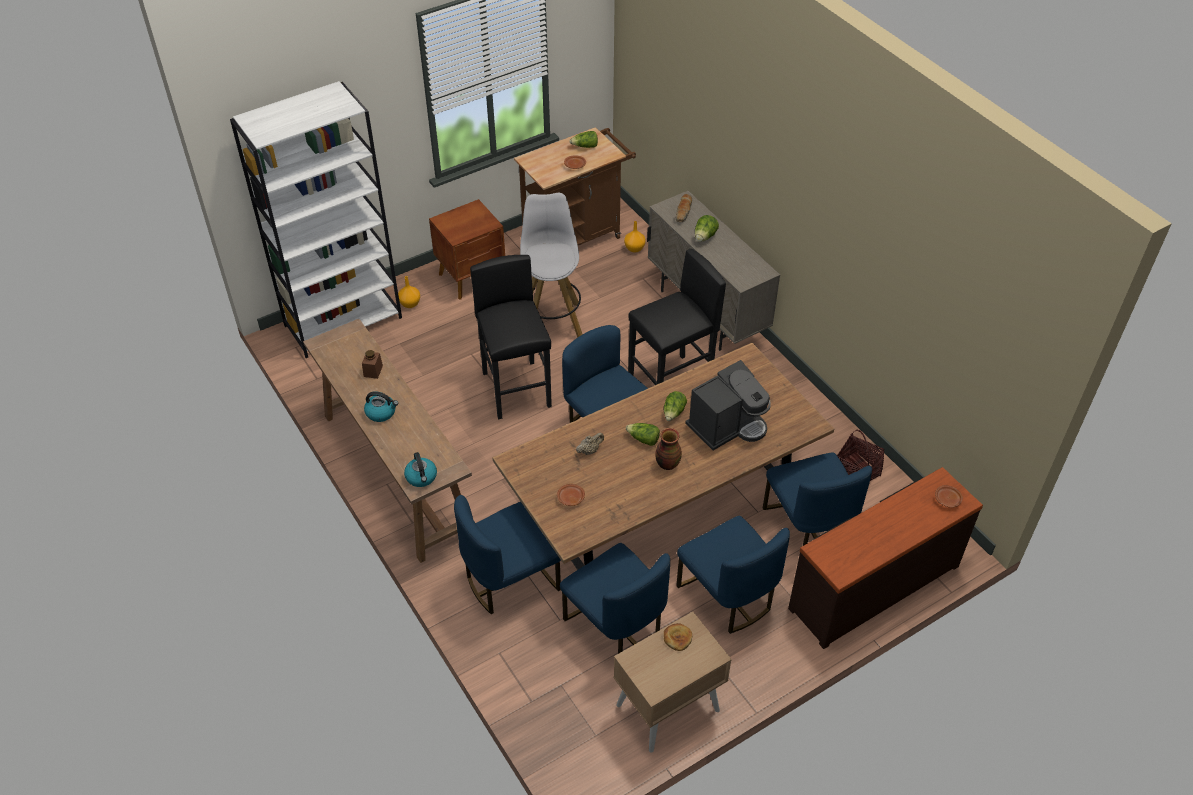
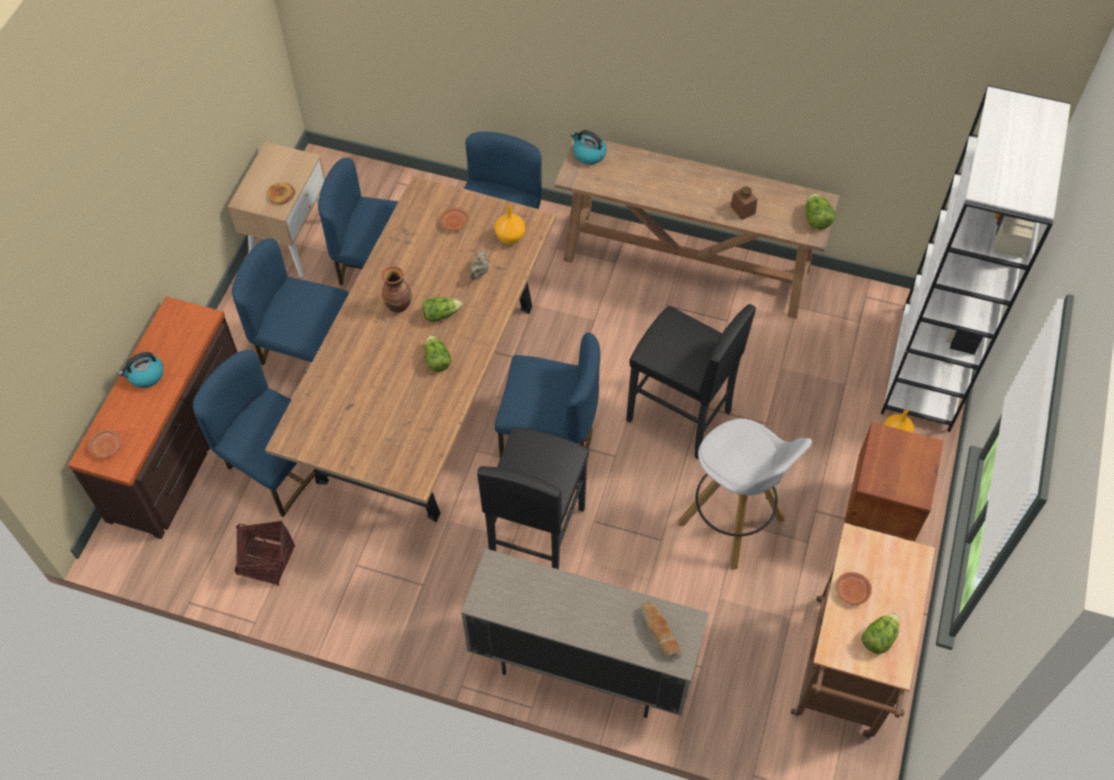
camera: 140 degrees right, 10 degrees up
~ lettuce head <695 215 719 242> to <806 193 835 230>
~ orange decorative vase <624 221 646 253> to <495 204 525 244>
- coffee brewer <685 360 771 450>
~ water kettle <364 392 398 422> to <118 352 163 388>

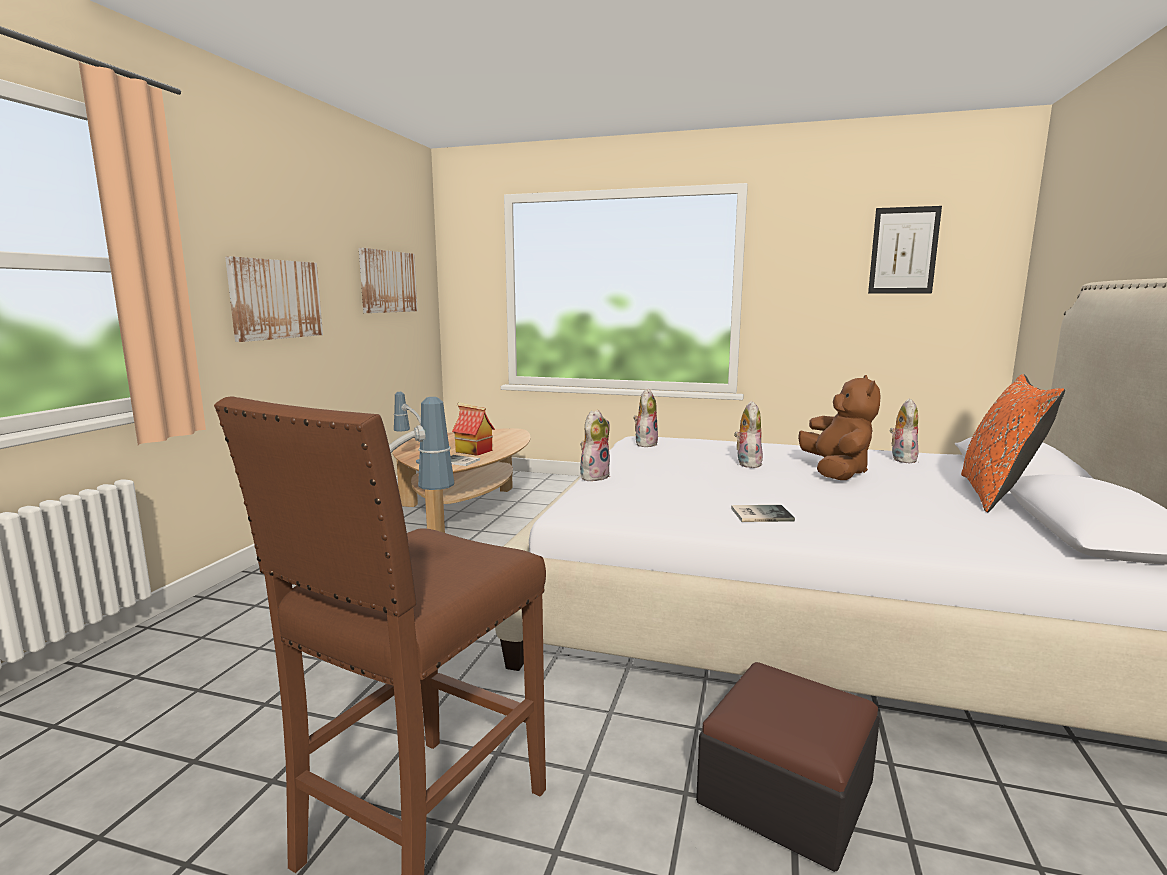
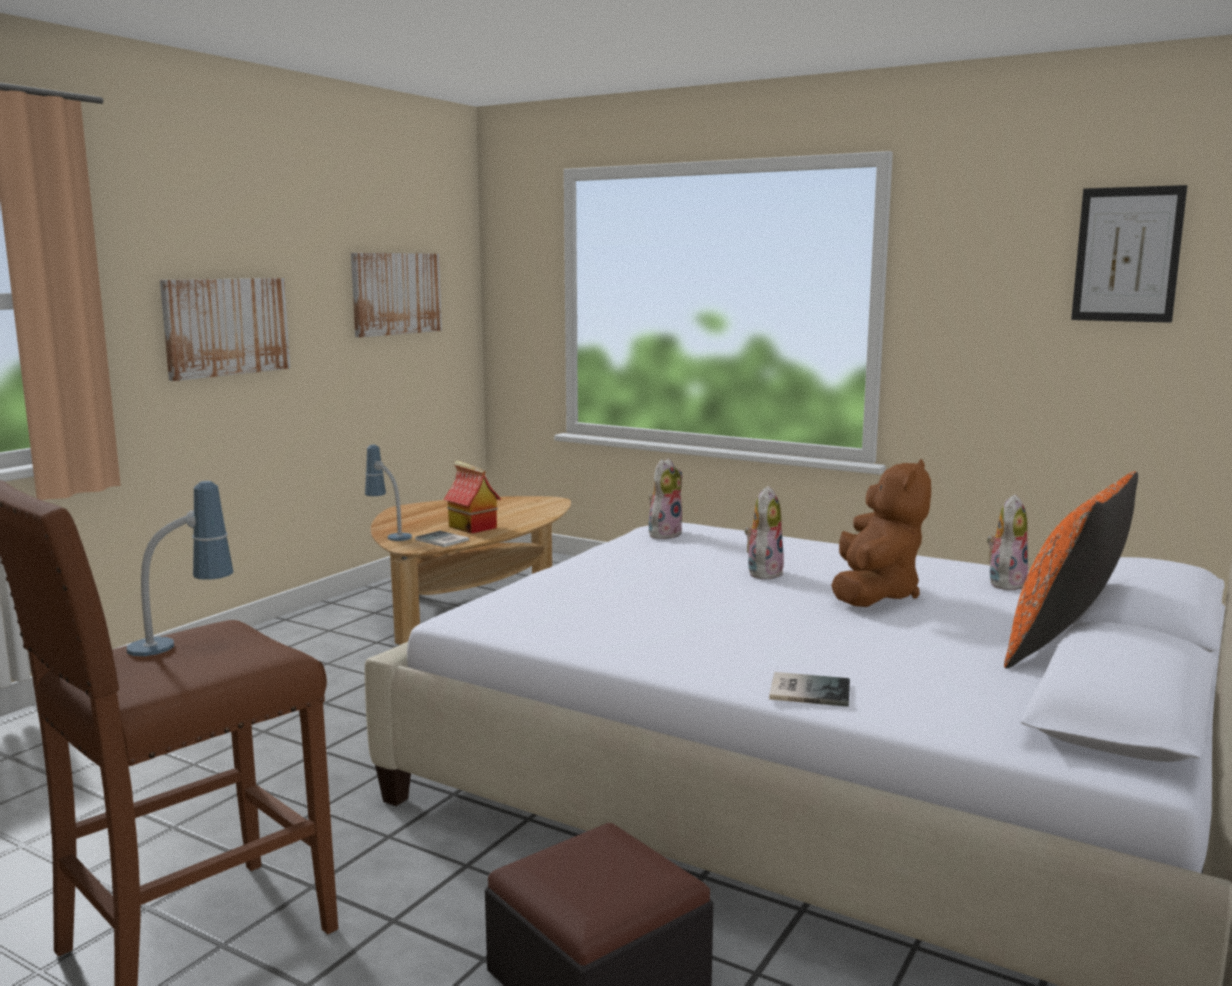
camera: 15 degrees right, 0 degrees up
- cuddly toy <580 410 610 481>
~ book <731 505 795 522> to <769 672 850 707>

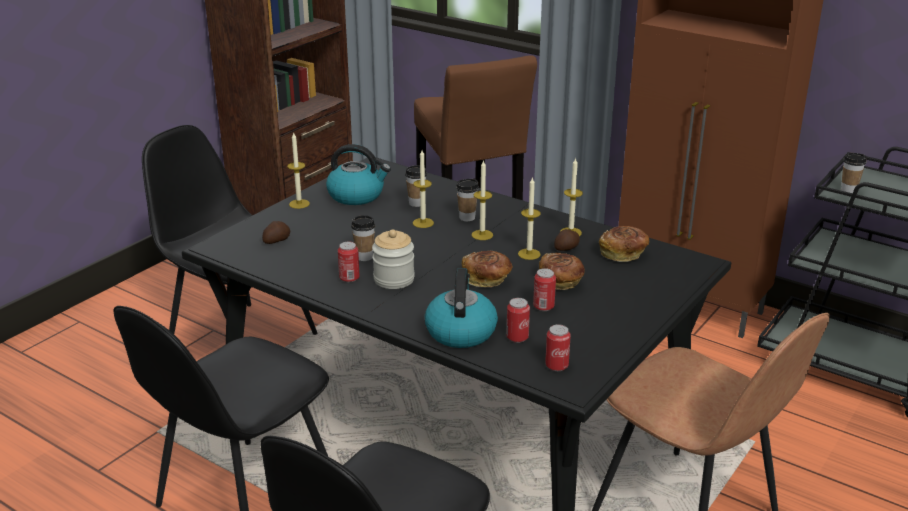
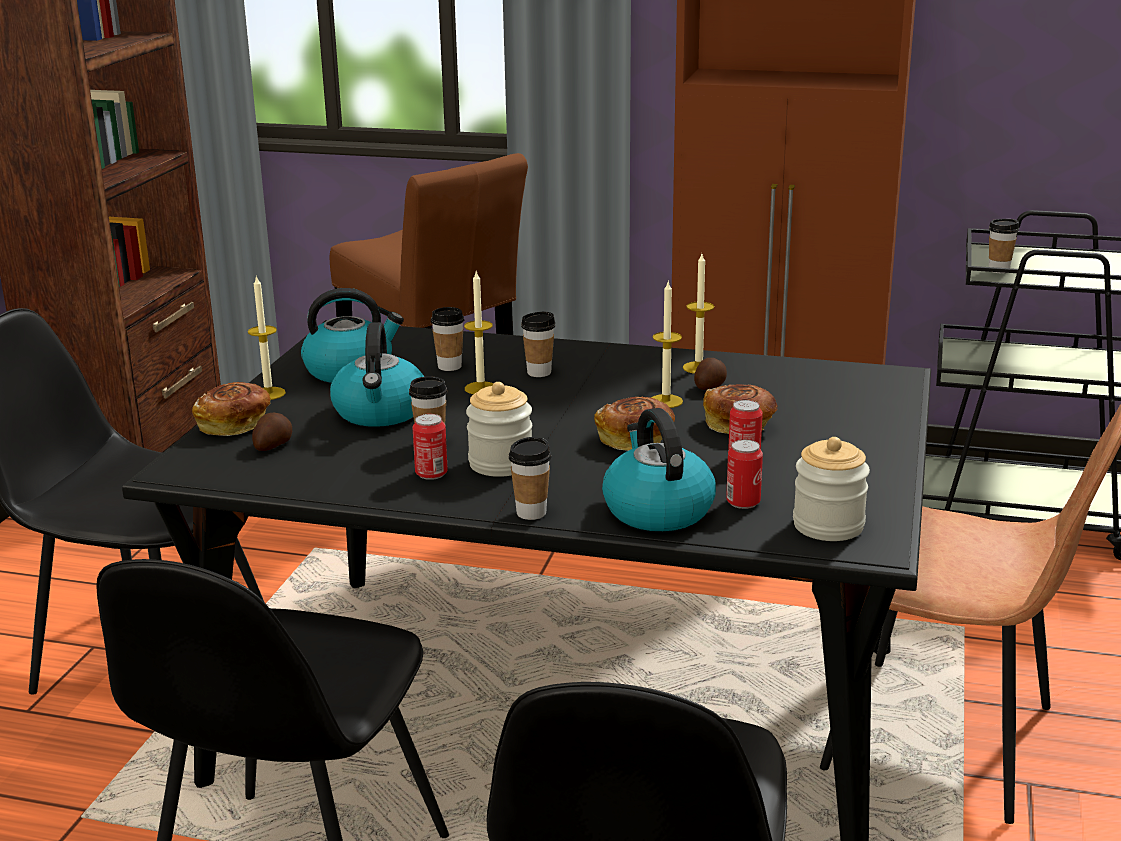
camera: 20 degrees left, 5 degrees down
- wax light <472 160 493 240>
~ bakery bread <599 226 649 262> to <192 382 271 436>
~ can <545 324 571 371> to preserve jar <793 437 870 541>
+ water kettle <330 322 424 427>
+ cup <509 437 551 520>

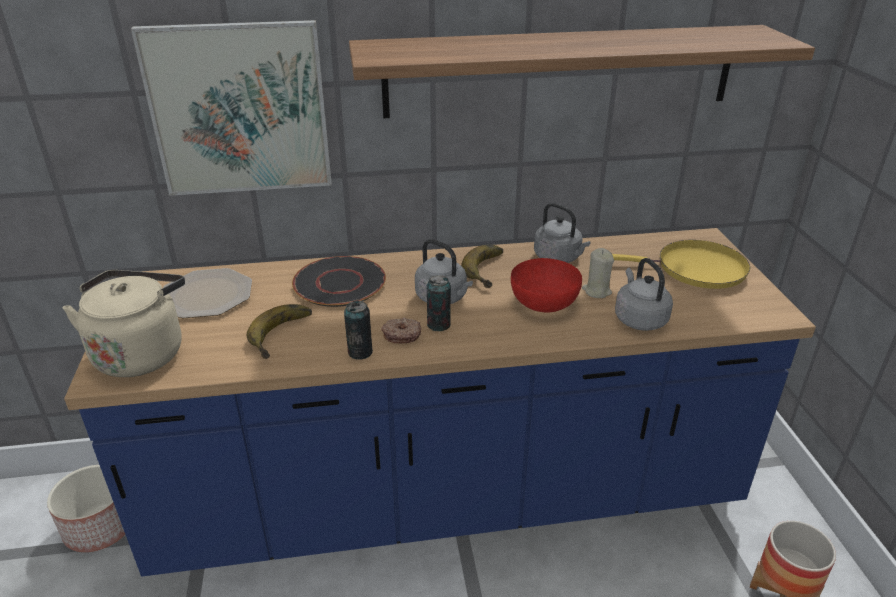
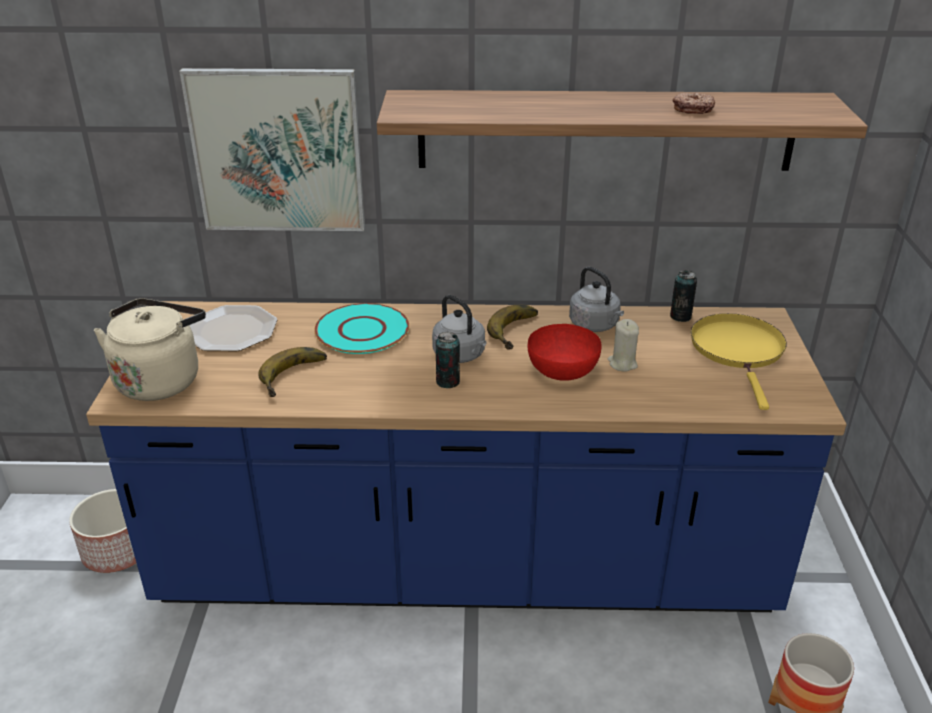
camera: 10 degrees right, 0 degrees up
~ yellowish skillet <612 240 750 289> = <691 313 787 410> 105 degrees counterclockwise
~ black-coloured flat dish <292 256 386 307> to blue-green flat dish <314 303 409 354>
- greyish water kettle <615 258 673 331>
~ can <344 301 373 360> to <670 270 697 322>
~ ring doughnut <381 318 421 344> to <672 92 715 114>

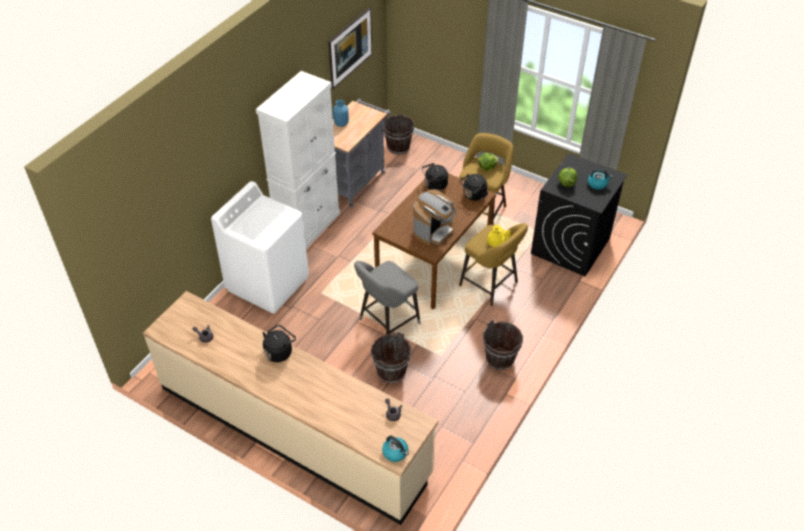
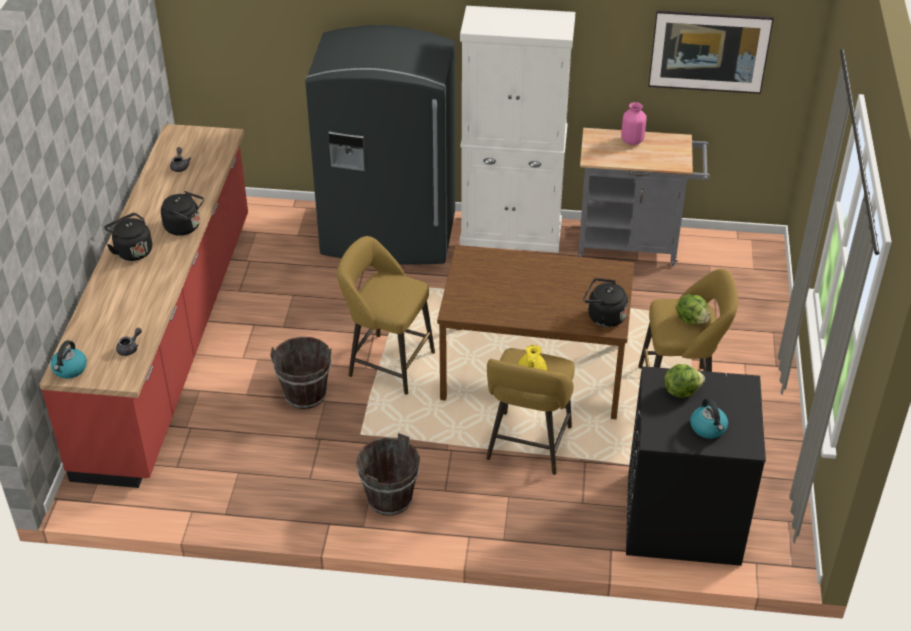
camera: 65 degrees right, 5 degrees down
~ blue decorative vase <333 100 349 127> to pink decorative vase <621 102 647 145>
- brown-coloured water bucket <383 115 414 154>
~ black-coloured water kettle <422 163 448 191> to <104 213 152 261>
~ white washing machine <211 181 309 314> to greyish kitchen fridge <305 25 455 265>
- coffee brewer <413 189 456 246>
~ greyish stool <354 261 420 335> to yellowish stool <337 236 435 395>
~ sand-coloured counter <143 291 438 525> to red counter <39 124 248 488>

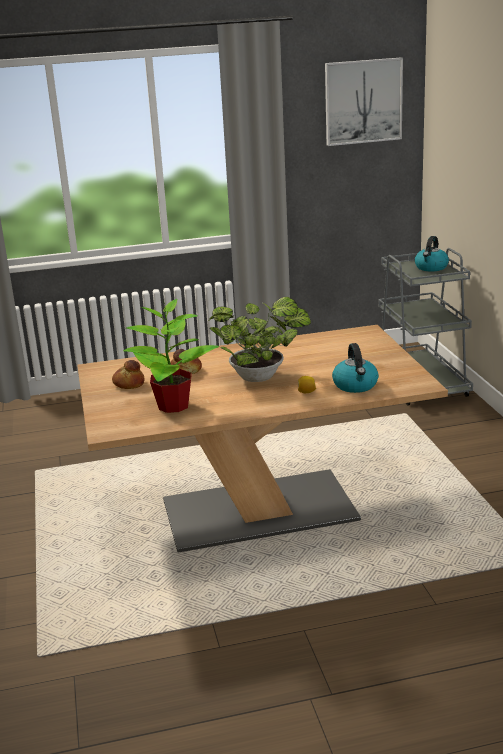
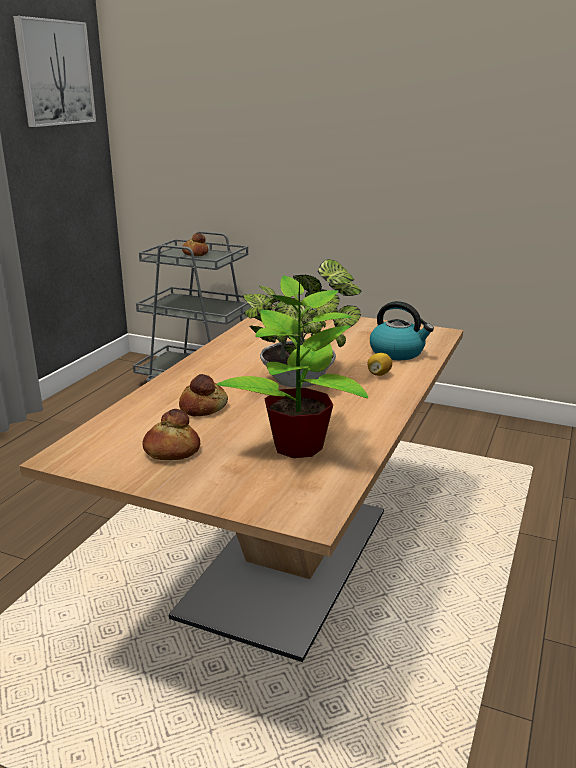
camera: 55 degrees left, 0 degrees up
~ water kettle <415 236 449 271> to bakery bread <182 233 208 256>

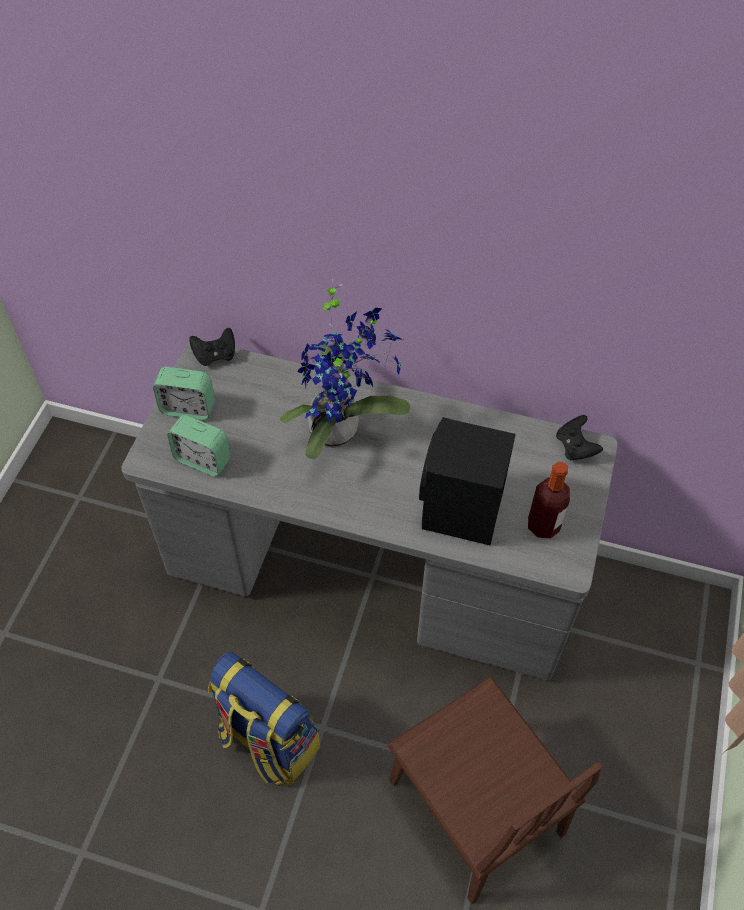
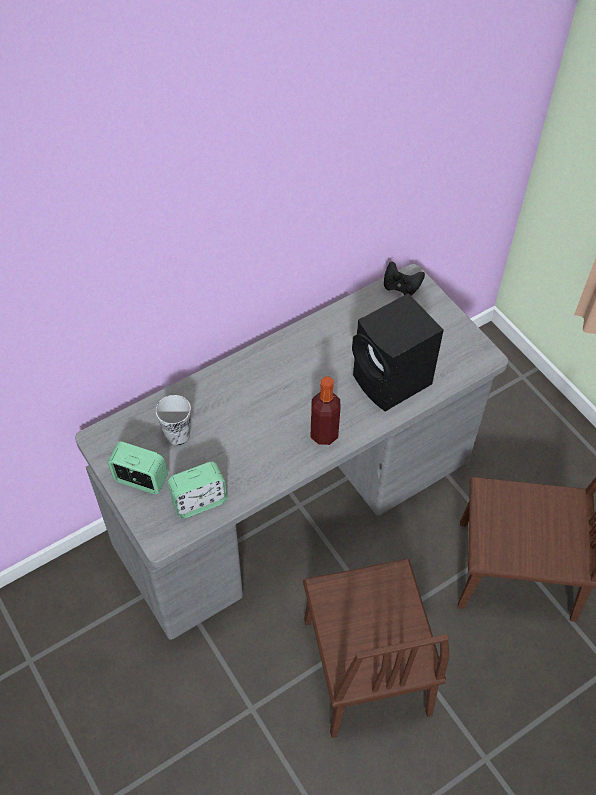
camera: 50 degrees left, 0 degrees up
- potted plant <280 278 410 460>
- black-coloured joypad <189 328 235 366>
~ table clock <153 367 215 420> = <108 442 168 494> 120 degrees counterclockwise
~ drink bottle <528 462 570 539> to <311 376 340 445>
~ backpack <208 652 320 786> to brown-coloured chair <303 558 449 738>
+ cup <156 395 191 446>

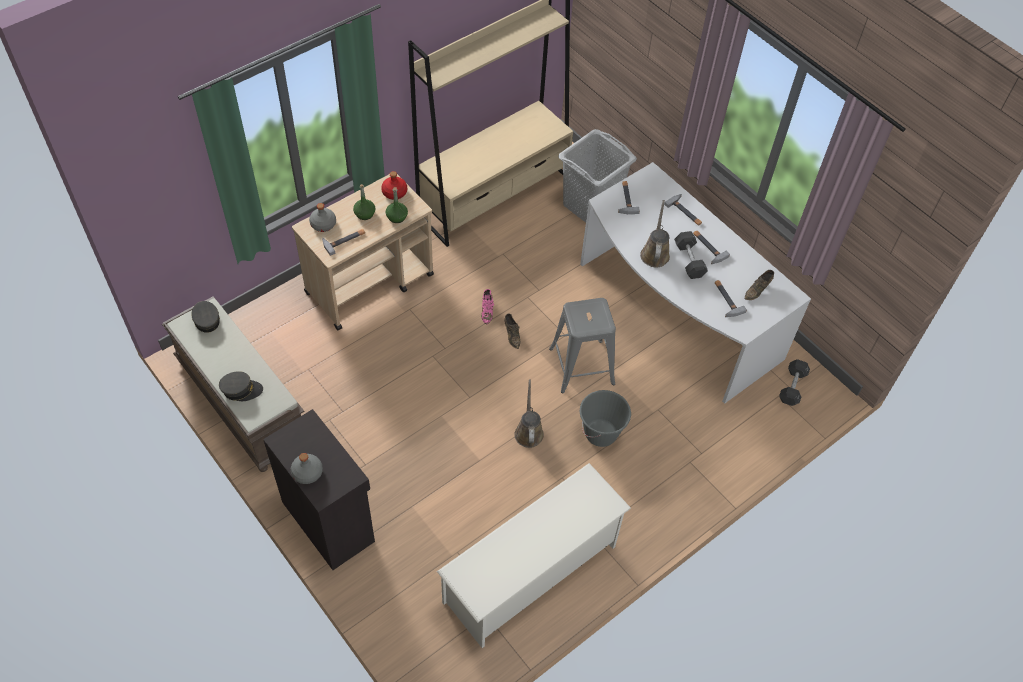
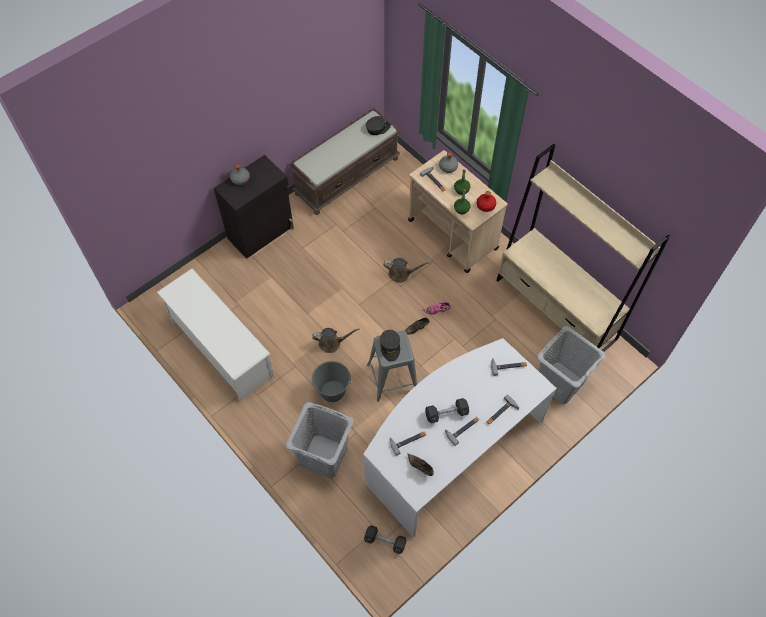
camera: 90 degrees right, 5 degrees up
~ brown-coloured watering pot <640 200 670 267> to <383 258 429 283>
~ greyish cap <219 371 263 401> to <380 330 400 362>
+ greyish washing basket <286 402 354 478>

